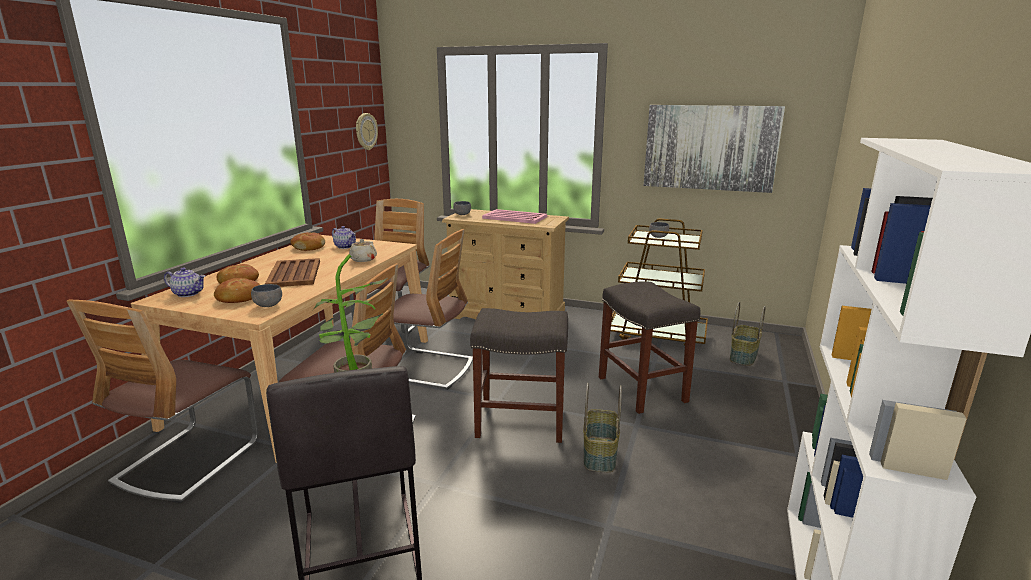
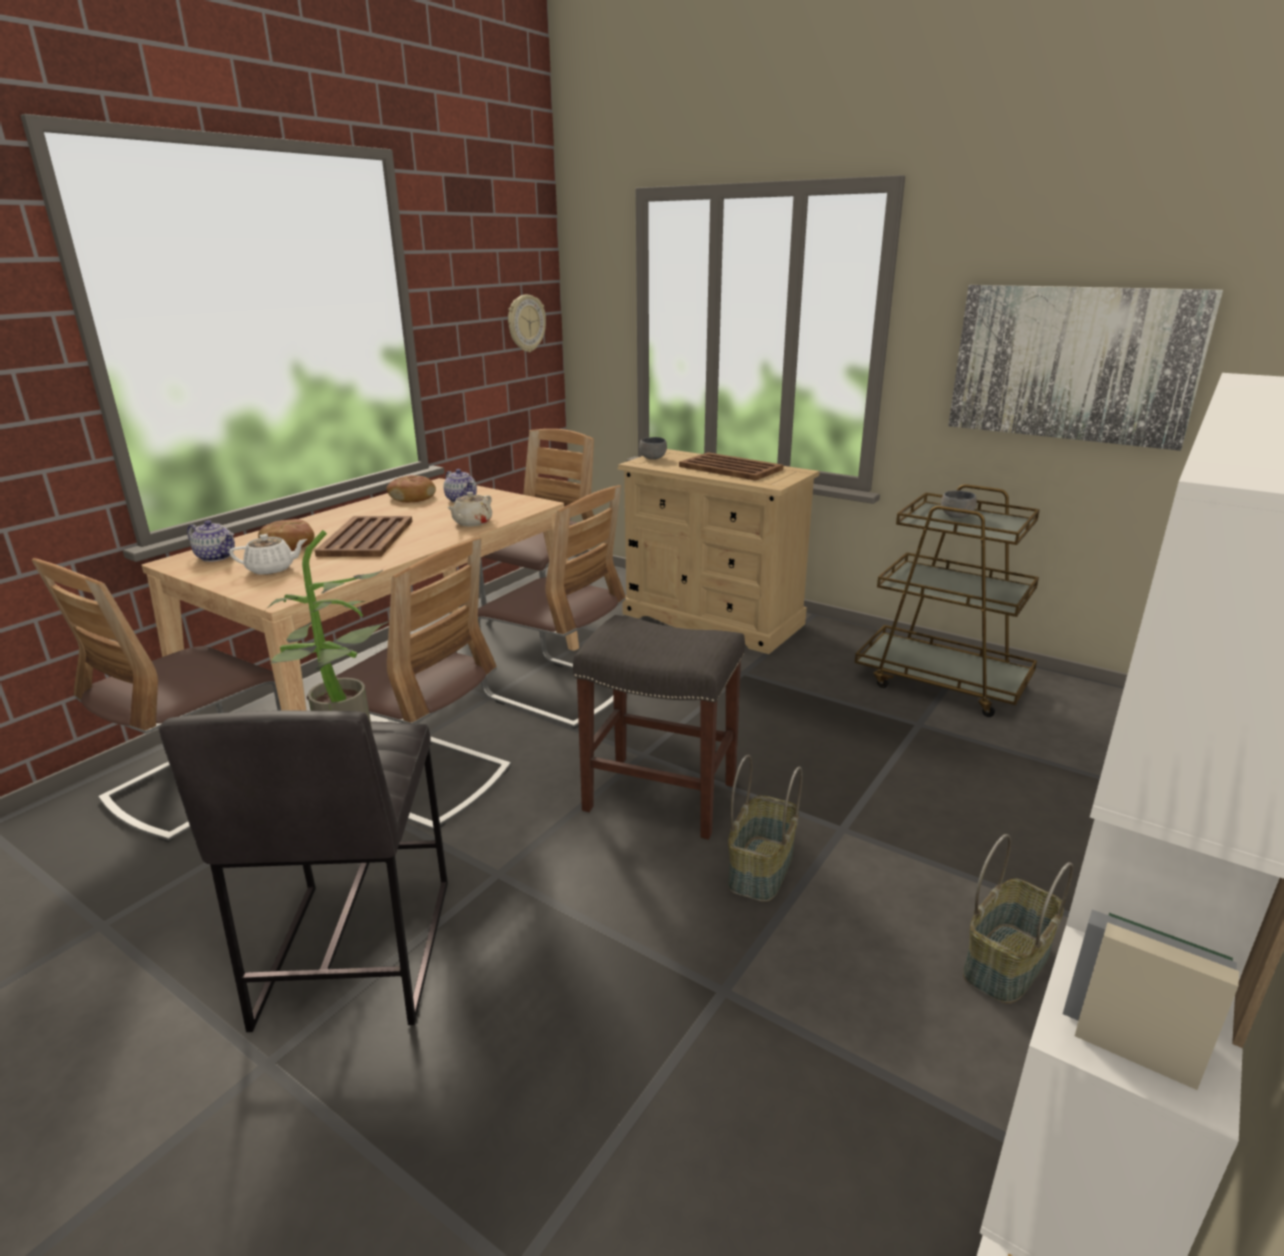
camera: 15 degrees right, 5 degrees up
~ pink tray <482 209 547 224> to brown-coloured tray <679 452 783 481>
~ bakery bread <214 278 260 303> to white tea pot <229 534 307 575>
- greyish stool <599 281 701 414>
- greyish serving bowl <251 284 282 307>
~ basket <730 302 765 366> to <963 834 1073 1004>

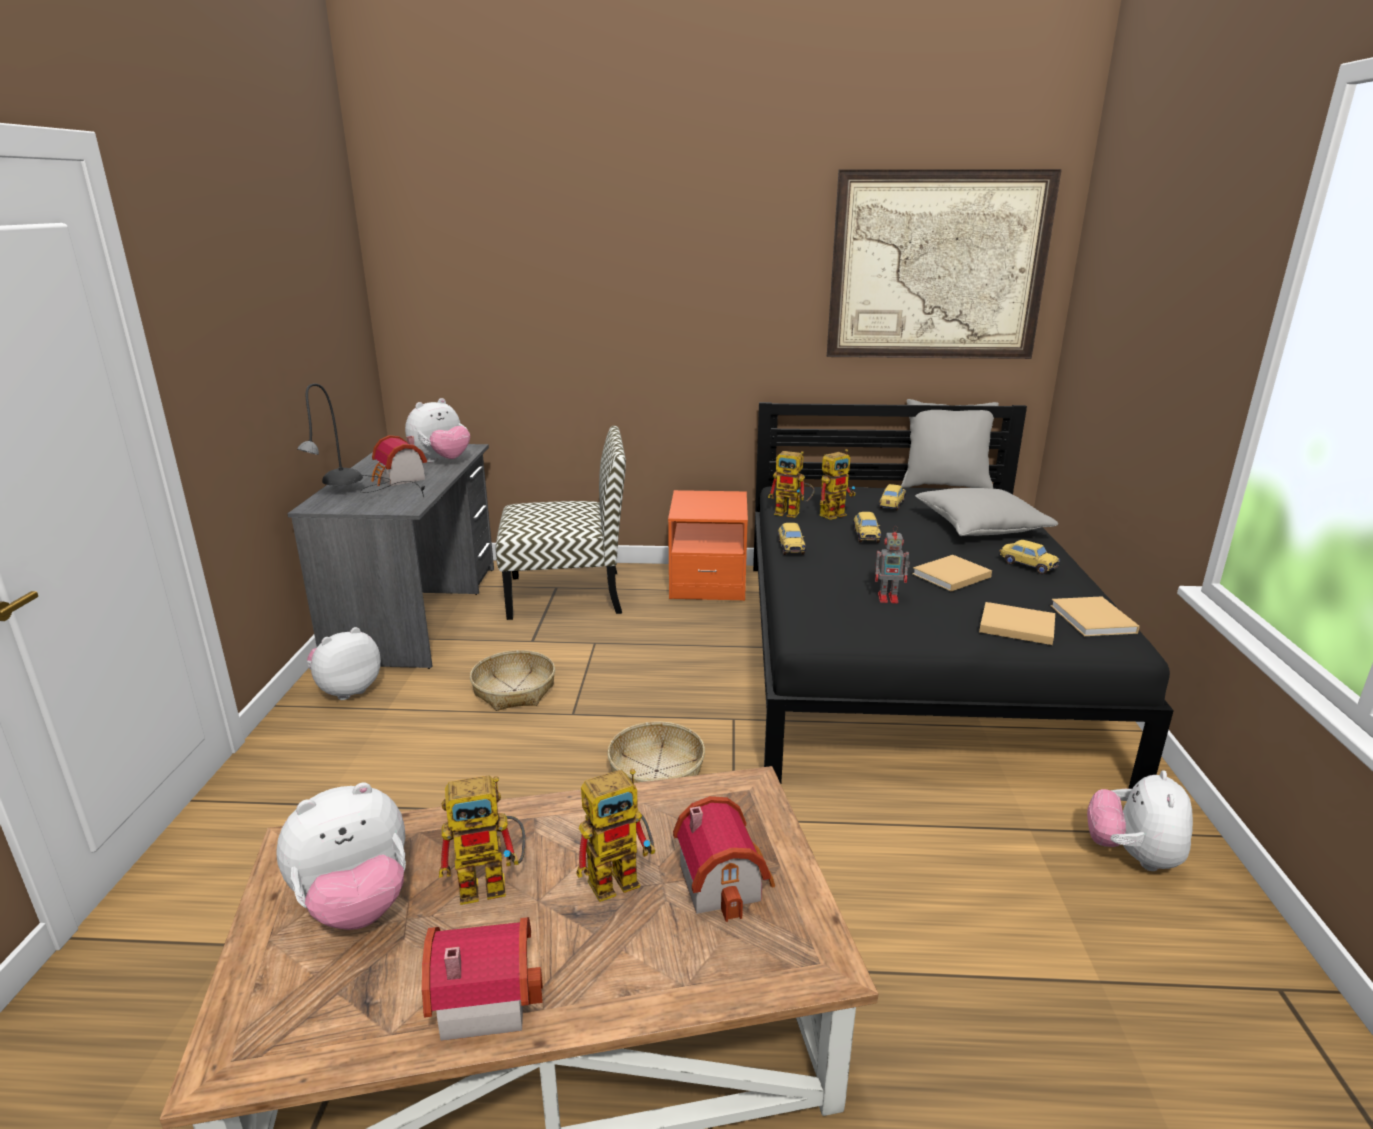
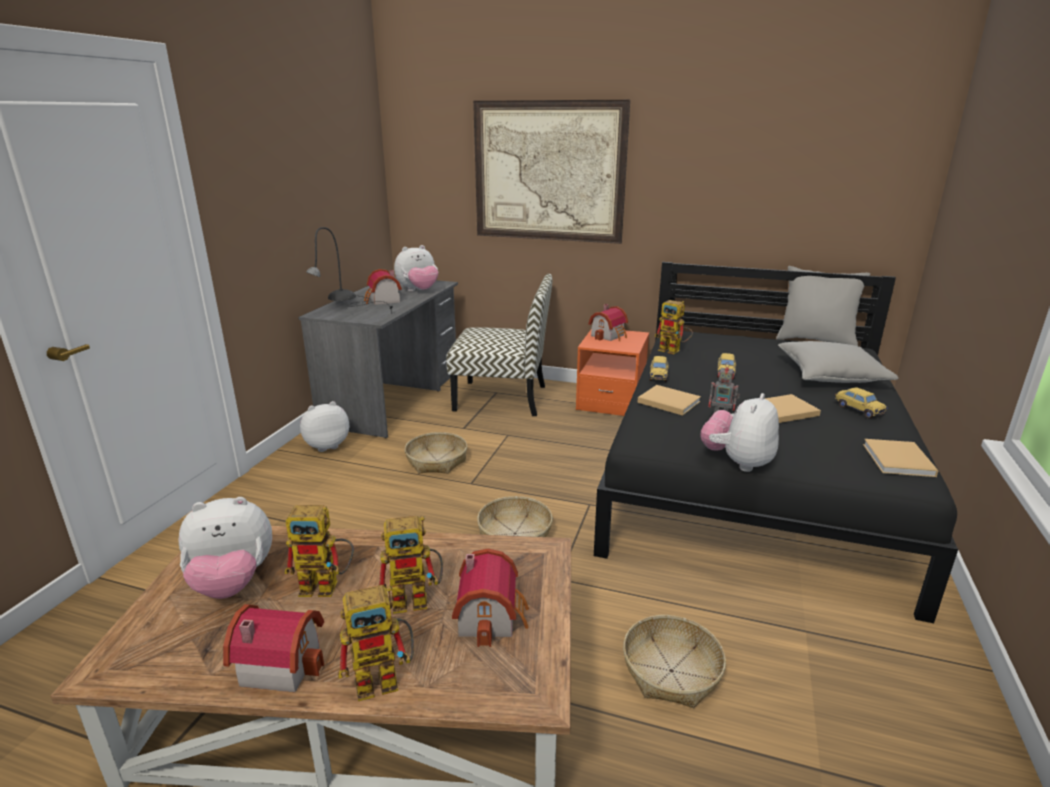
camera: 15 degrees right, 0 degrees up
~ picture <827 169 1062 359> to <473 100 630 244>
~ toy robot <820 449 856 520> to <338 585 414 701>
- miniature car <879 484 906 510>
~ sand-coloured book <979 602 1055 645> to <637 385 701 415>
~ cuddly toy <1087 770 1193 871> to <701 393 779 472>
+ model house <588 304 628 341>
+ basket <623 615 726 708>

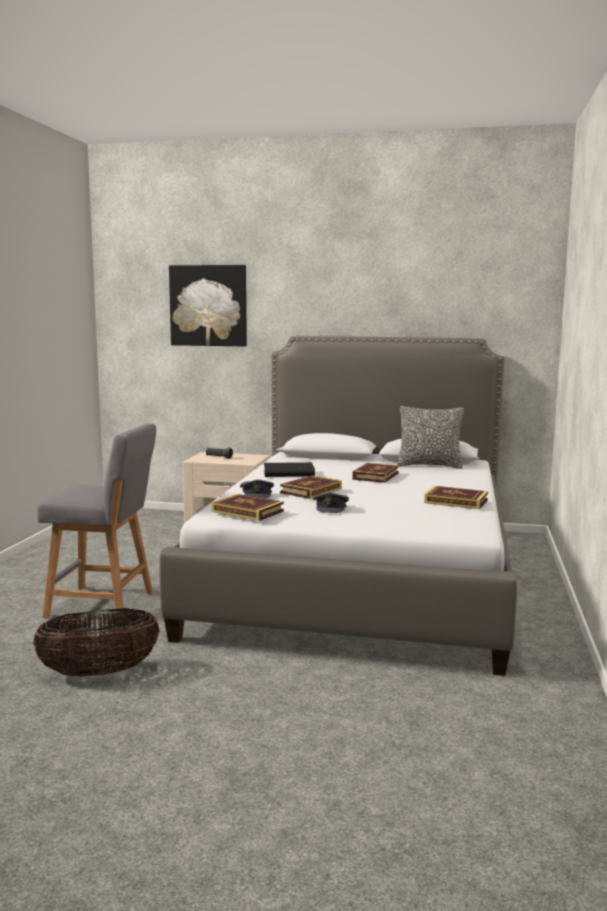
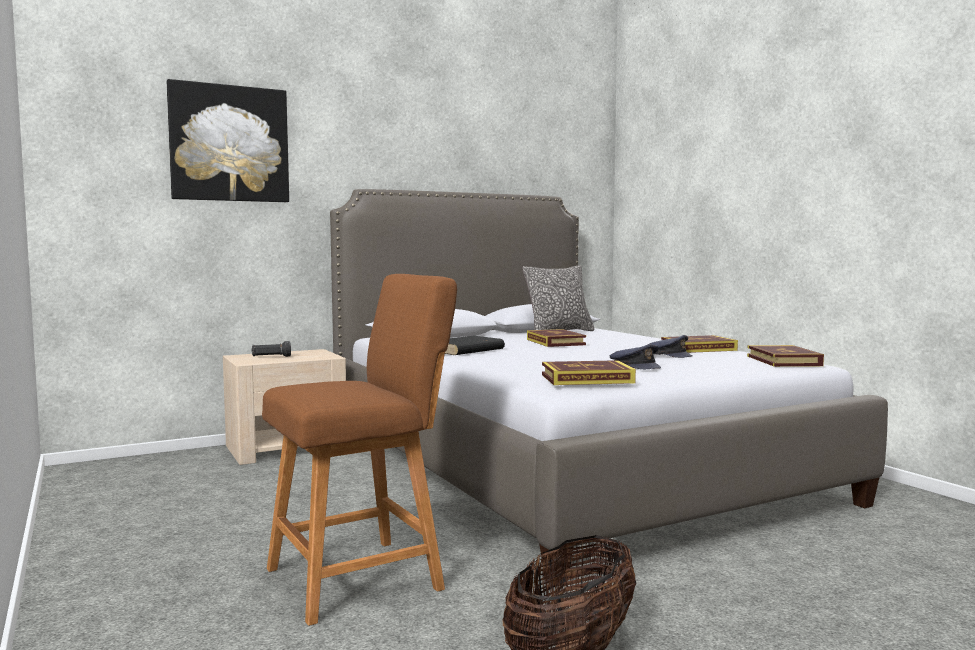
camera: 40 degrees left, 5 degrees down
~ greyish stool <37 423 156 622> to brown-coloured stool <262 274 457 626>
~ book <280 475 342 499> to <747 345 824 367>
~ greyish cap <240 480 274 498> to <650 335 692 358>

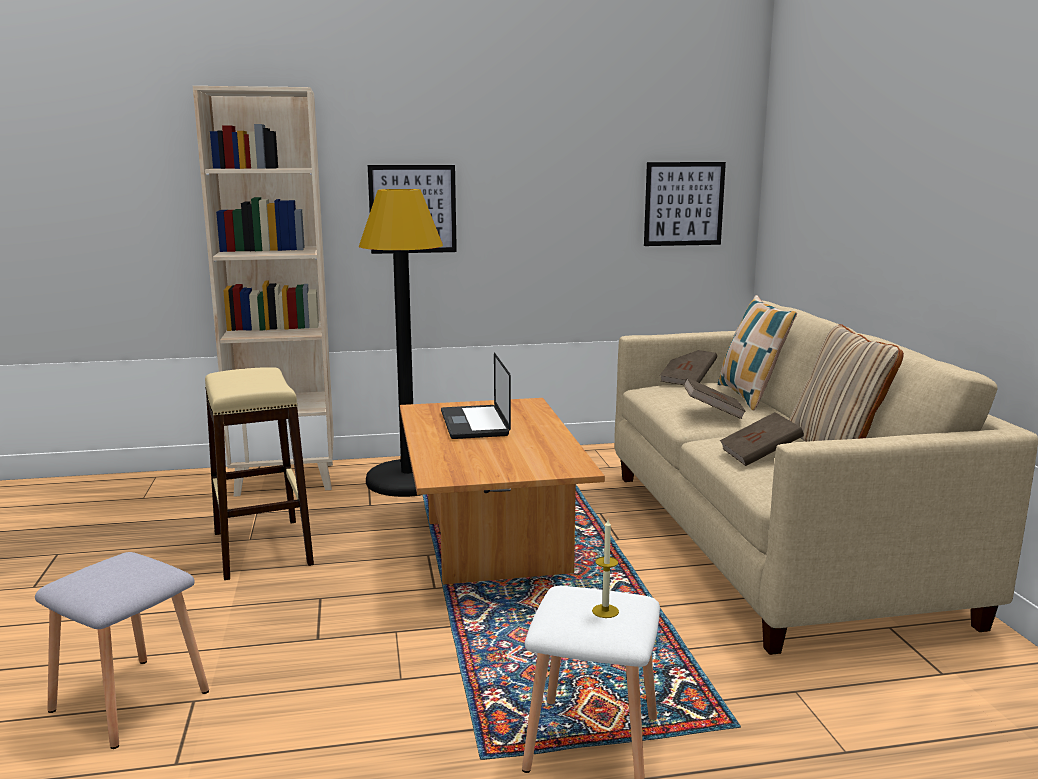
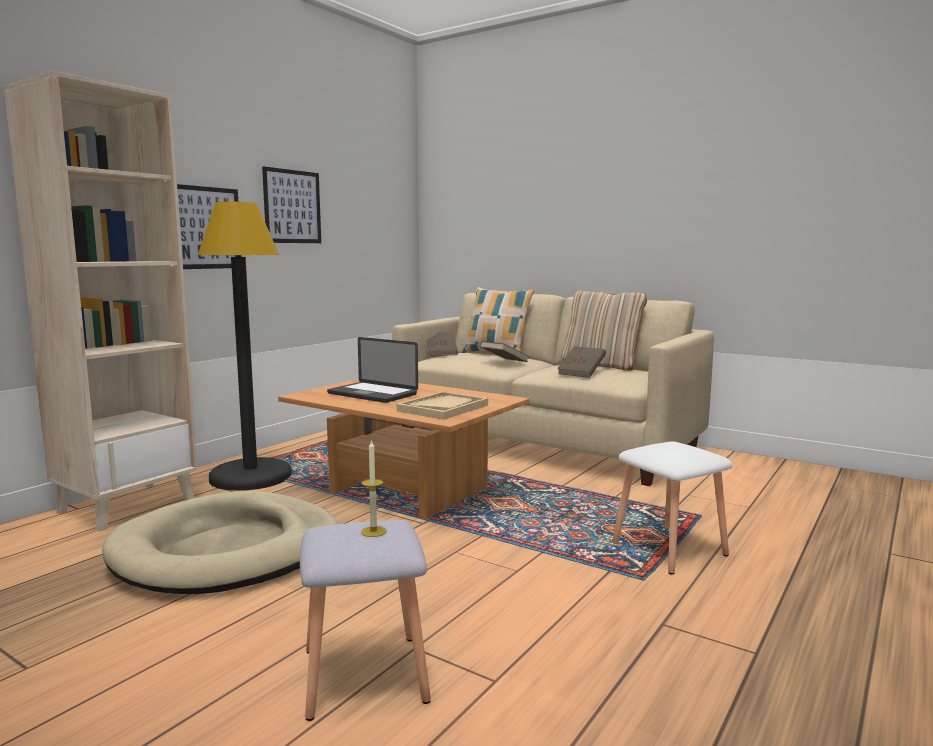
camera: 45 degrees left, 5 degrees down
~ picture <644 162 726 246> to <262 166 321 243>
~ sand-coloured stool <205 367 314 580> to sand-coloured dog bed <102 491 337 594>
~ wax light <592 520 619 618> to <361 439 386 537>
+ sand-coloured tray <397 391 488 420>

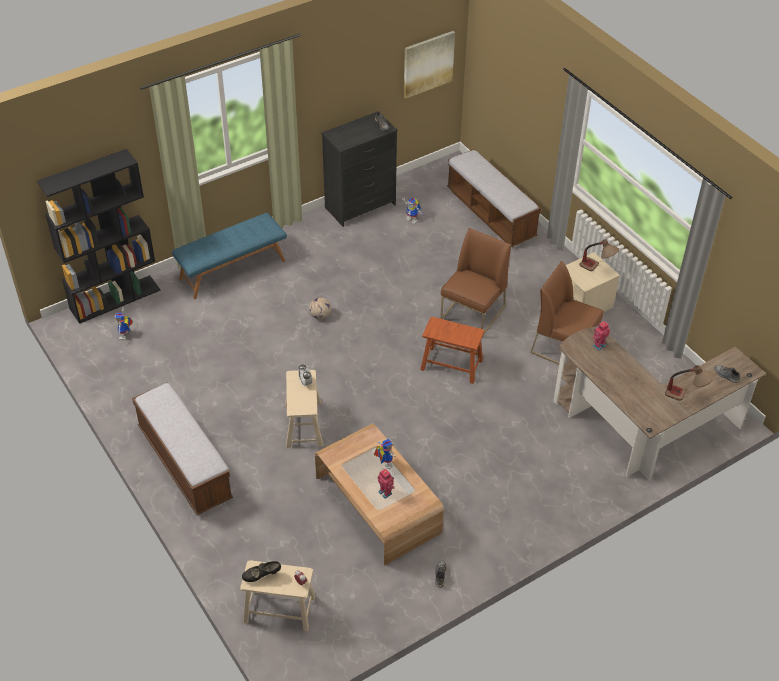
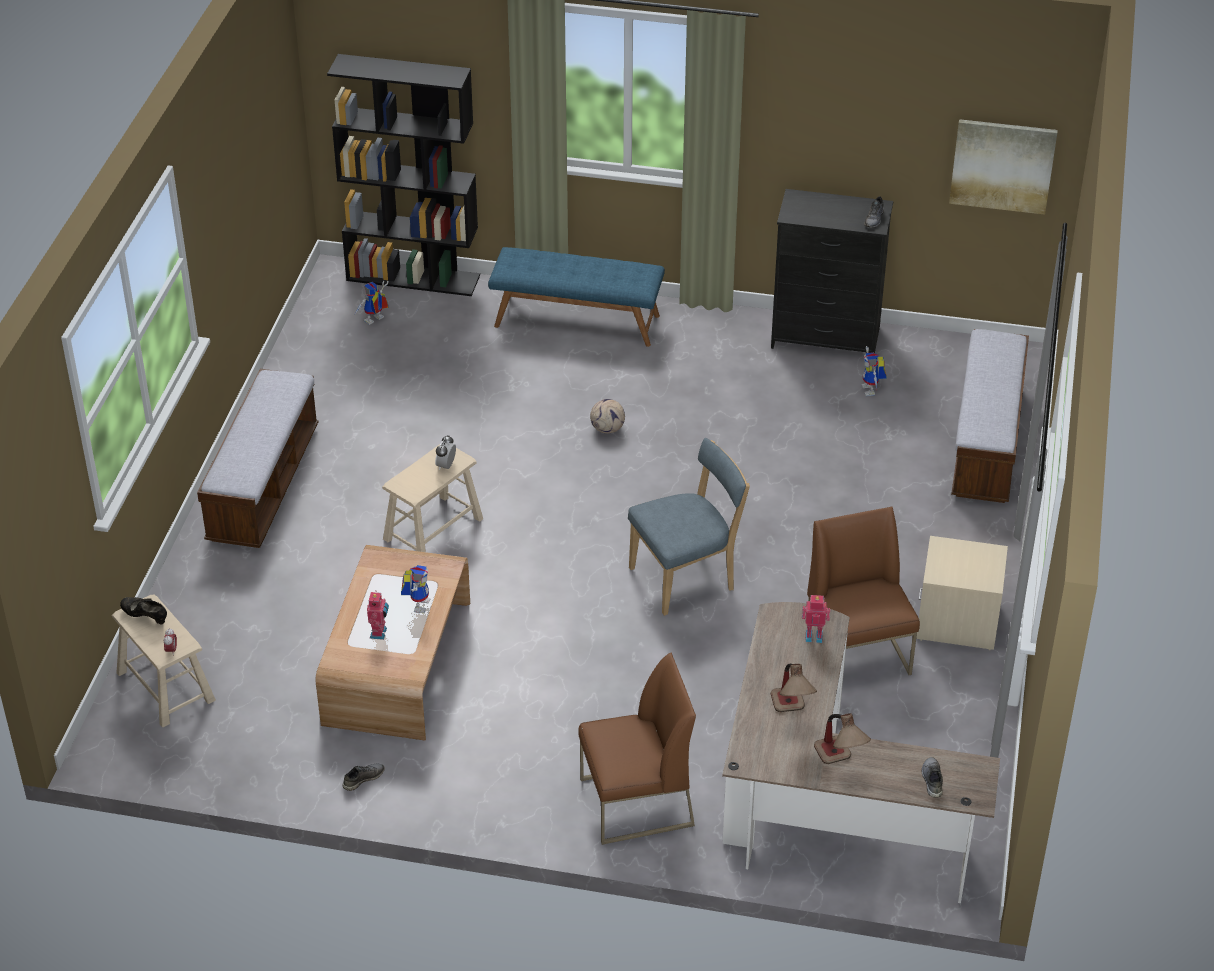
camera: 45 degrees right, 5 degrees down
~ brown-coloured chair <440 228 511 336> to <578 653 696 845>
~ lamp for a table <579 239 619 271> to <771 664 817 712>
~ brown-coloured stool <420 317 485 384> to blue chair <628 438 750 616>

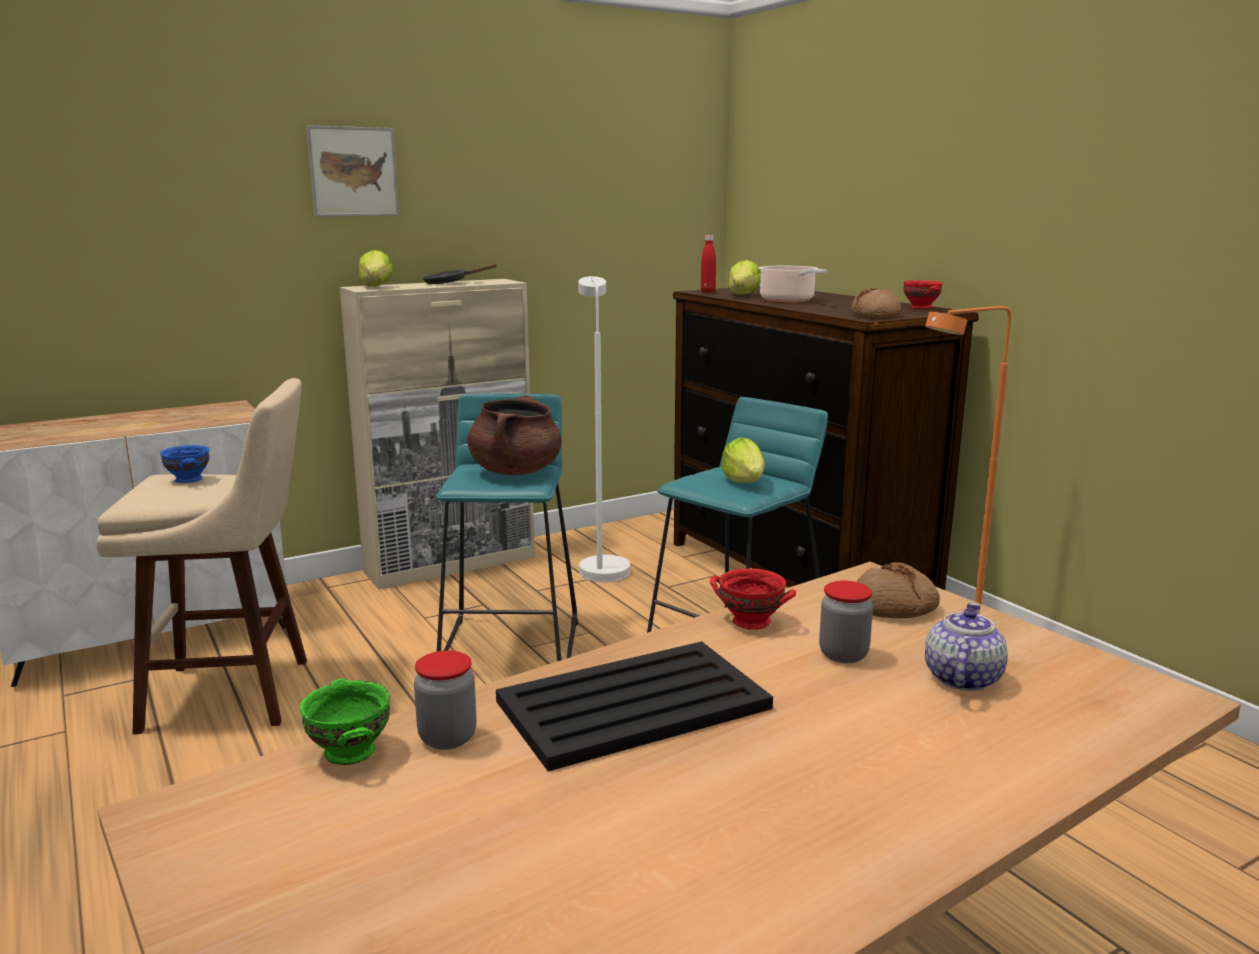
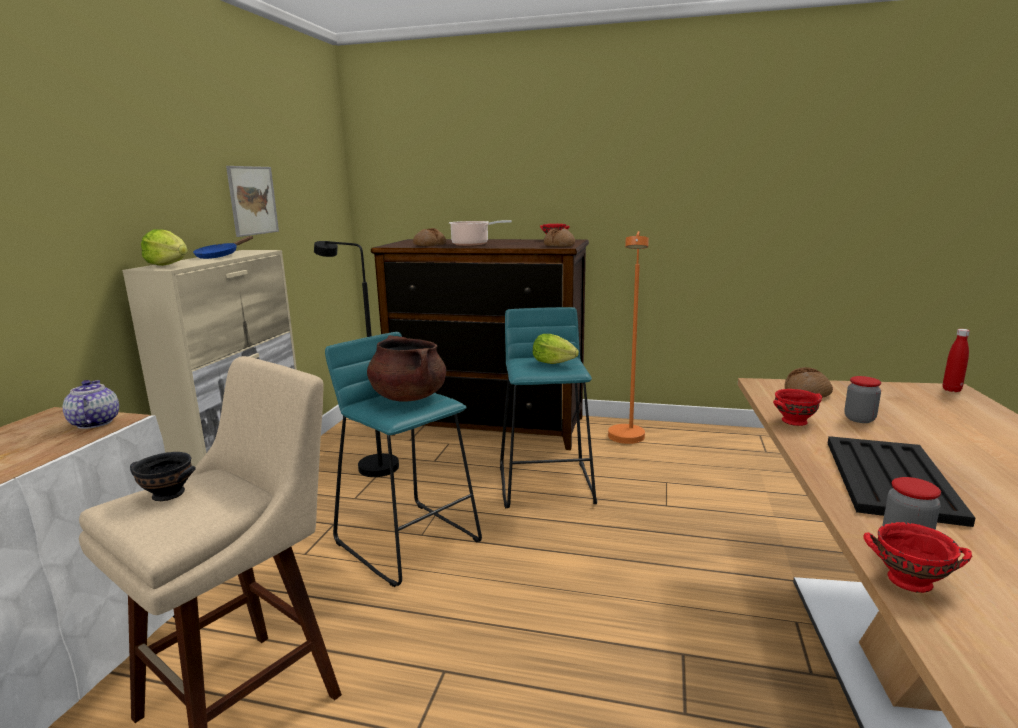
camera: 45 degrees left, 0 degrees up
~ picture <306 125 399 217> to <226 166 279 237>
~ red drink bottle <701 235 716 293> to <943 329 970 392>
~ lettuce head <728 260 761 295> to bakery bread <413 228 446 246>
~ black-coloured skillet <423 264 498 284> to blue skillet <193 236 253 259>
~ white standard lamp <579 276 630 582> to black-coloured standard lamp <314 241 399 477>
~ blue serving bowl <160 445 209 483> to black-coloured serving bowl <130 452 196 501>
~ tea pot <925 602 1008 691> to <62 380 119 429>
~ green serving bowl <300 679 390 765> to red serving bowl <863 522 972 593>

